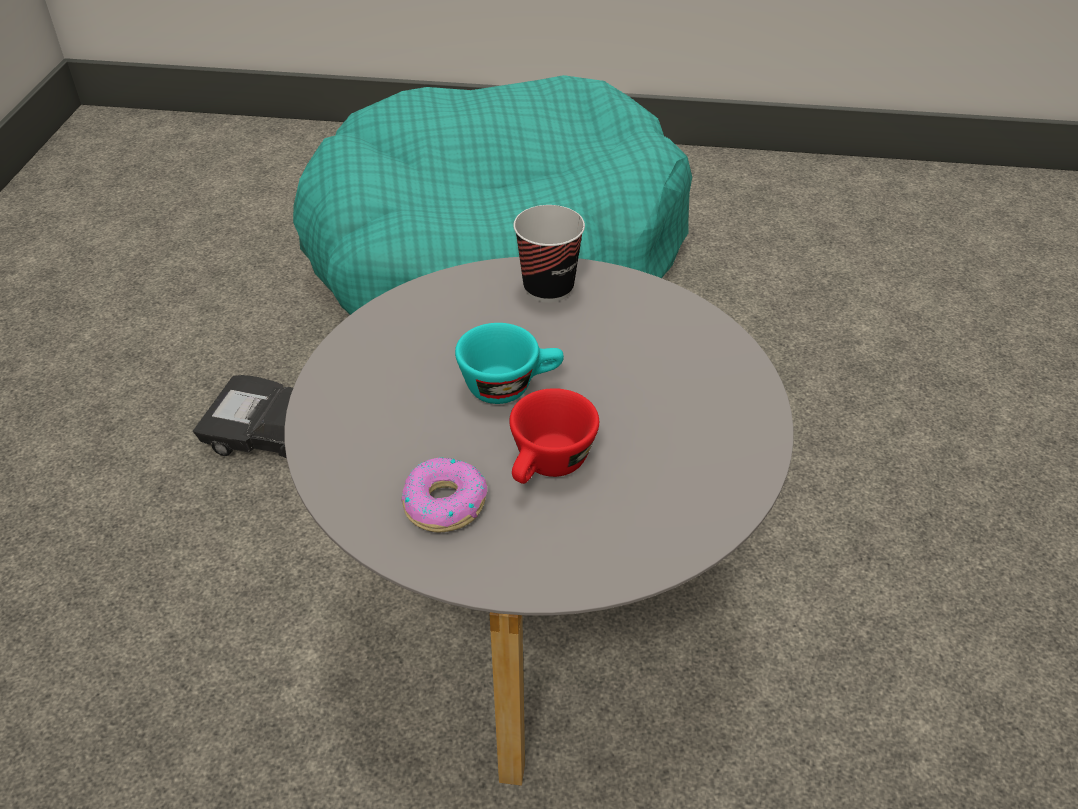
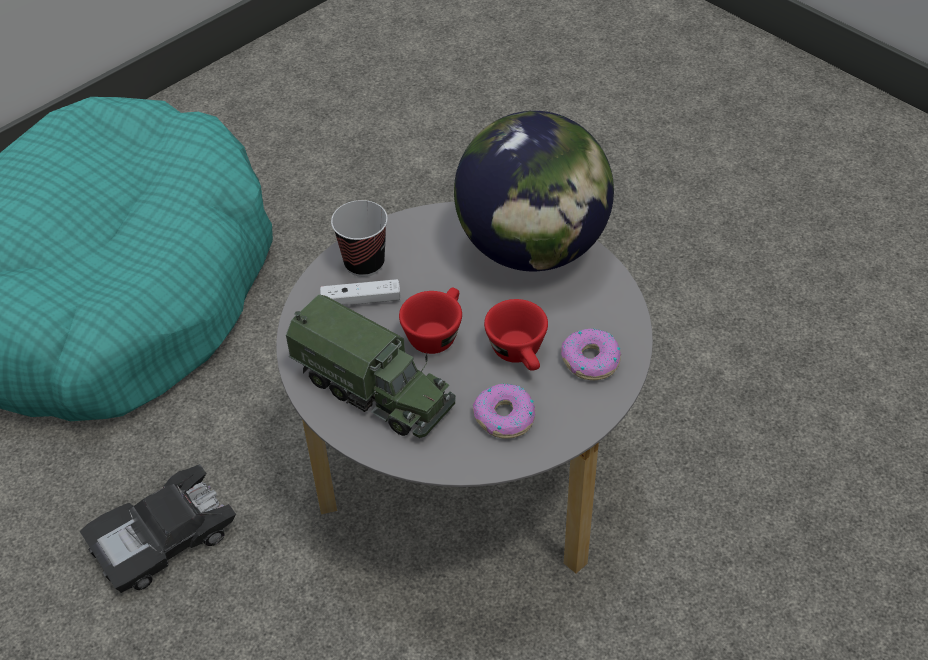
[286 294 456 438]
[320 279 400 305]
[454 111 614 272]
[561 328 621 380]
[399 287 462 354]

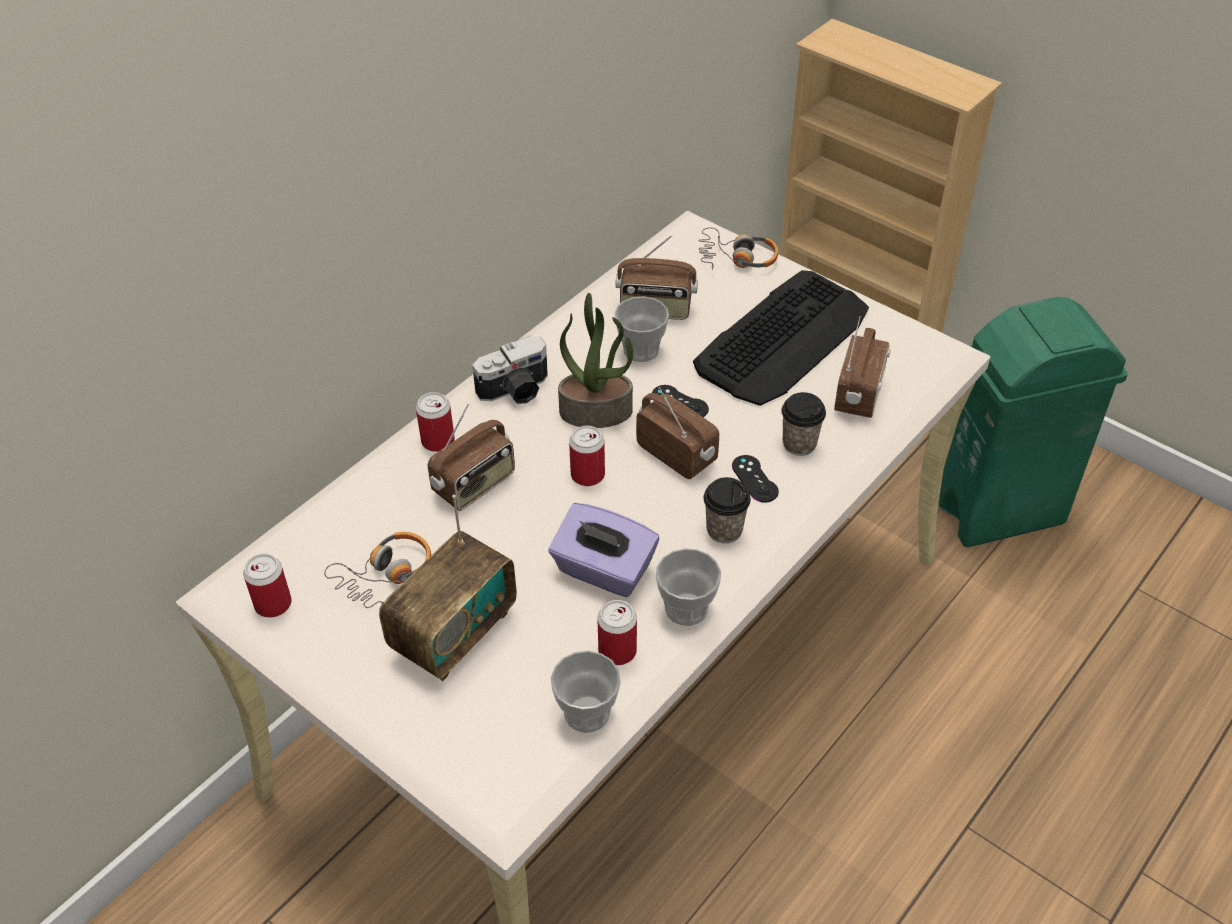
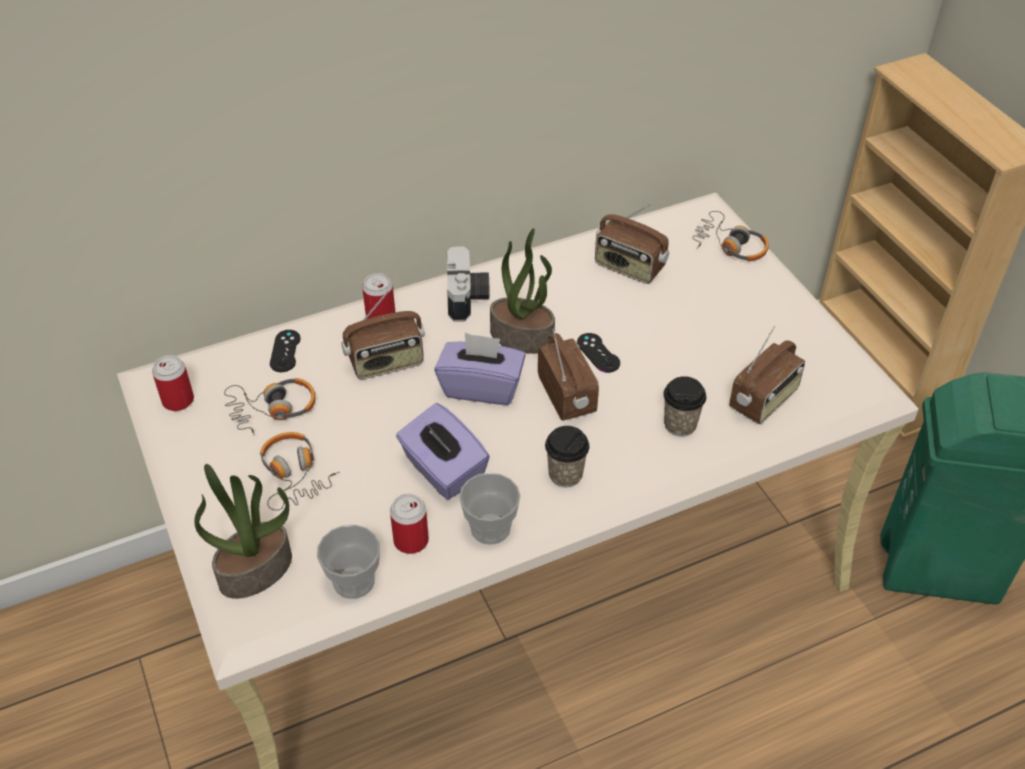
[614 296 669 362] (first image)
[693 270 869 406] (first image)
[194 464 292 599]
[270 330 301 372]
[260 432 340 511]
[434 333 526 405]
[447 246 489 322]

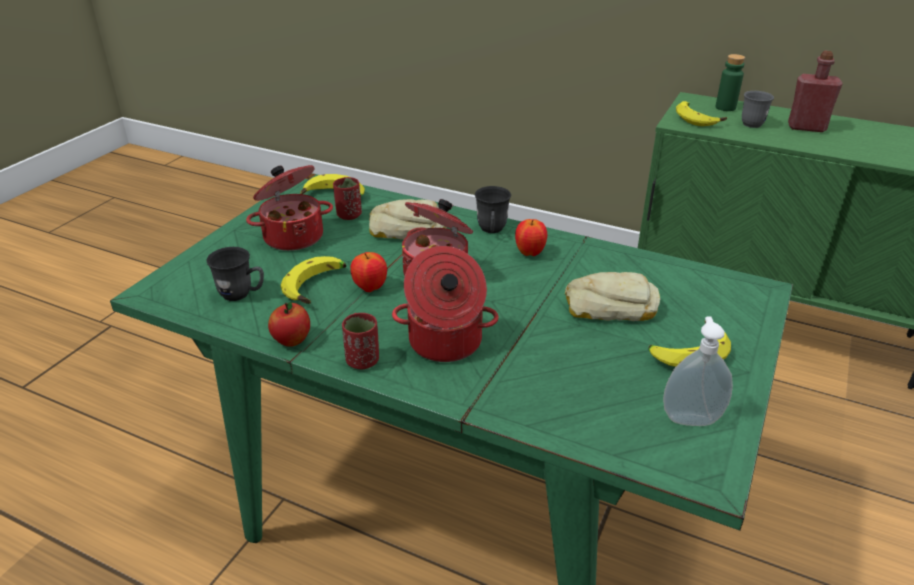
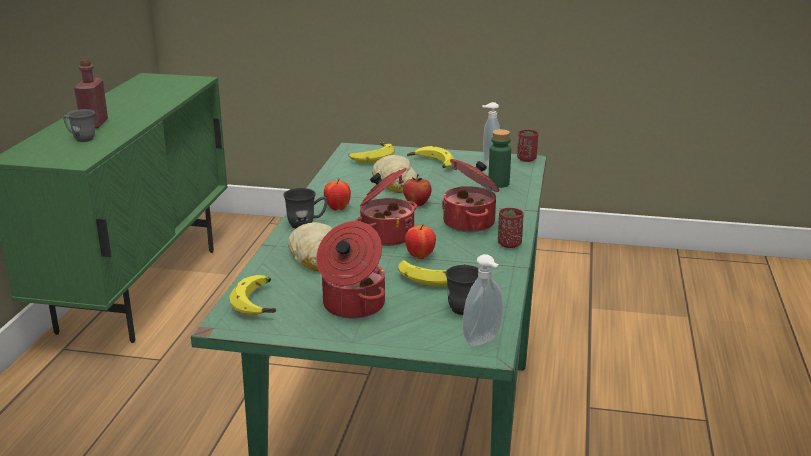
[463 254 503 346]
[403 174 432 206]
[517 129 538 162]
[348 142 395 163]
[489 129 511 188]

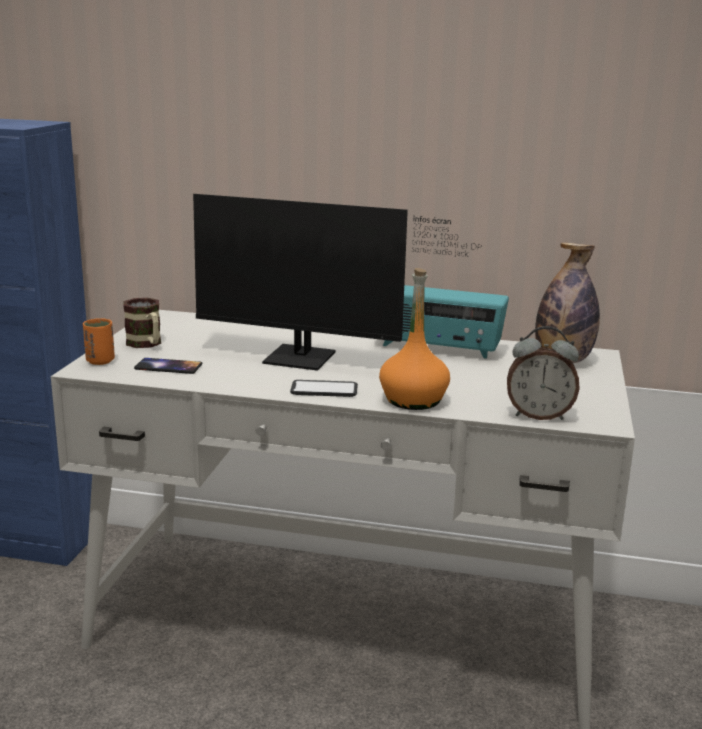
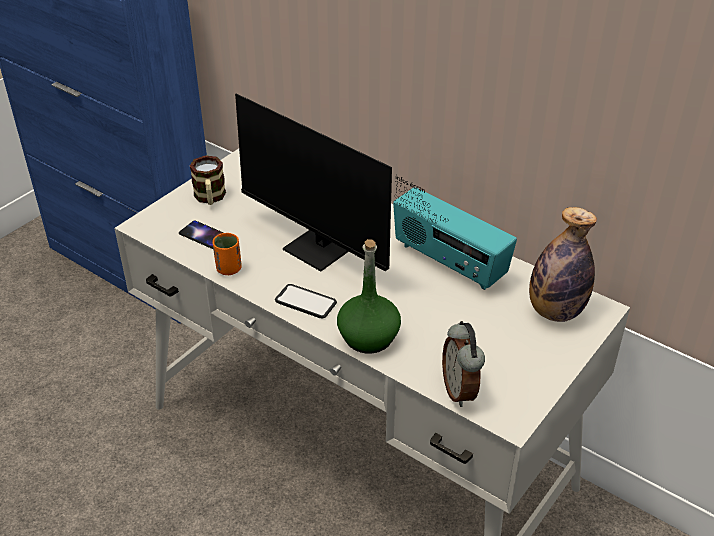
[213 233 242 275]
[337 239 401 353]
[442 321 485 407]

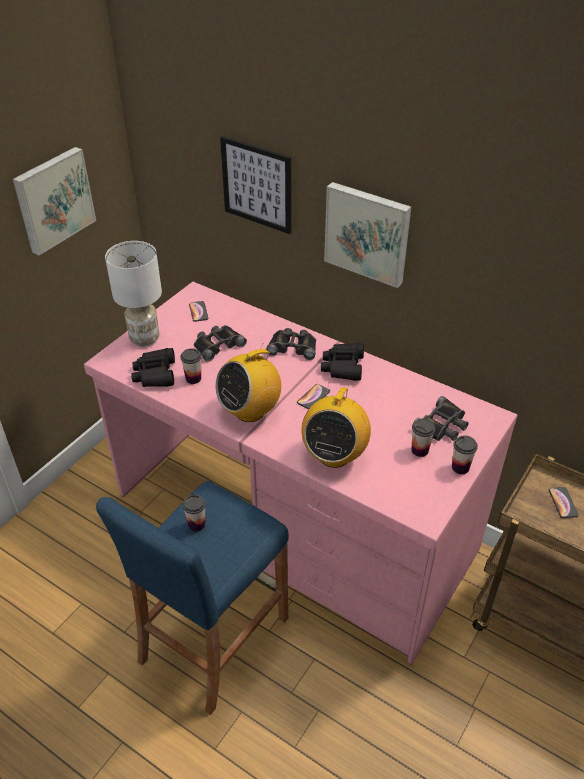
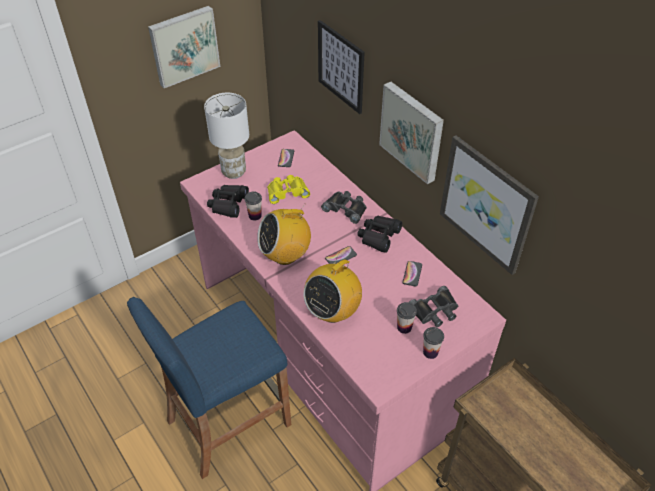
[183 495 206 532] (first image)
[440 135 539 275]
[402 261 422 287]
[267 175 310 204]

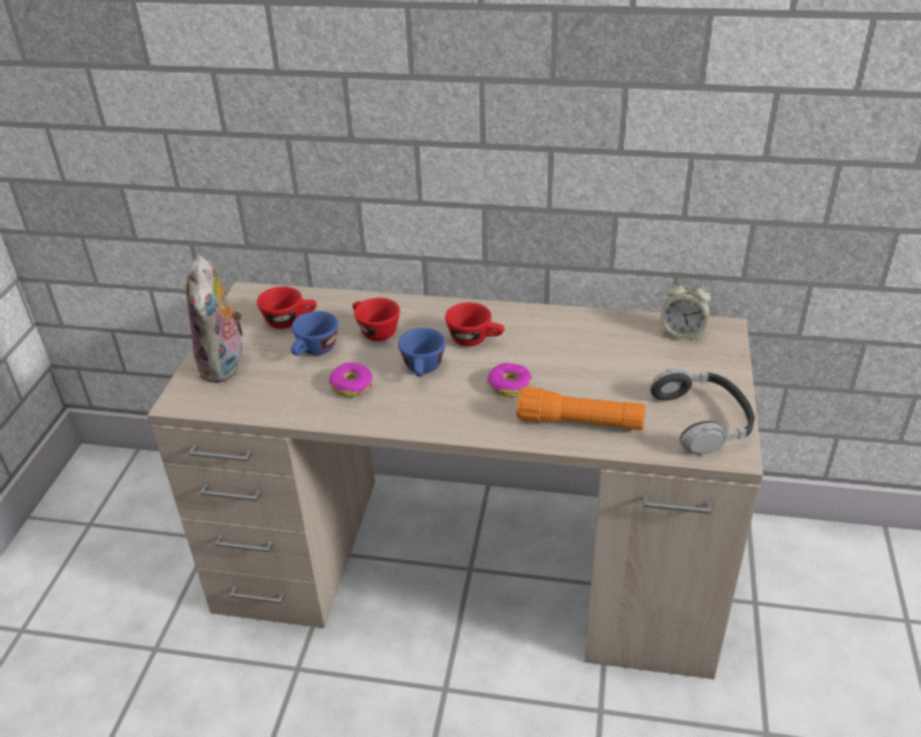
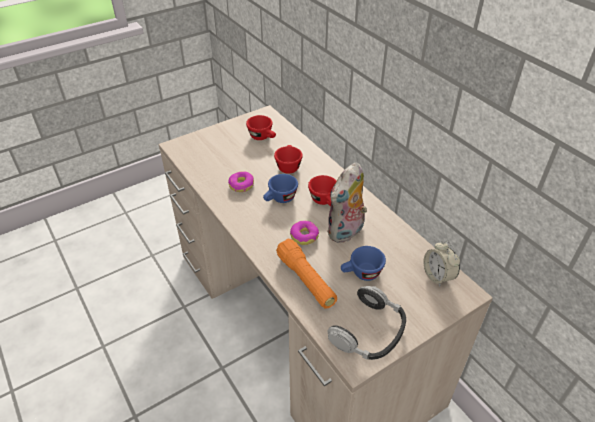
[327 162 367 243]
[341 246 386 281]

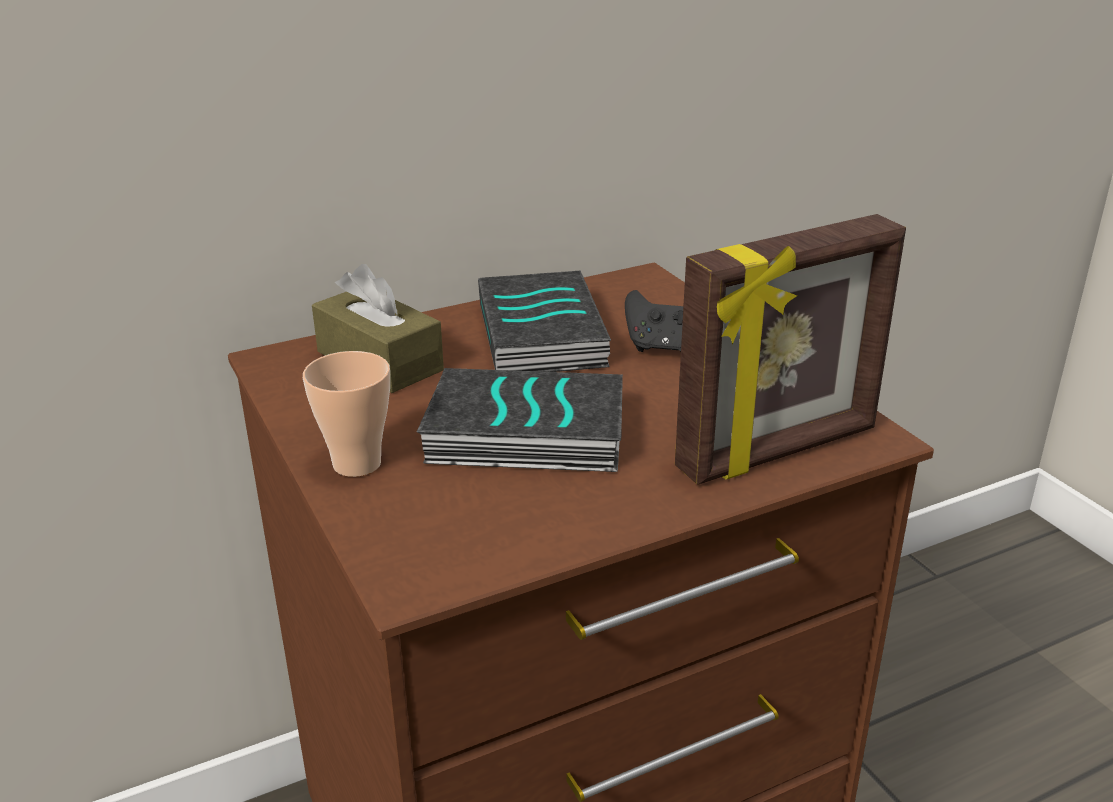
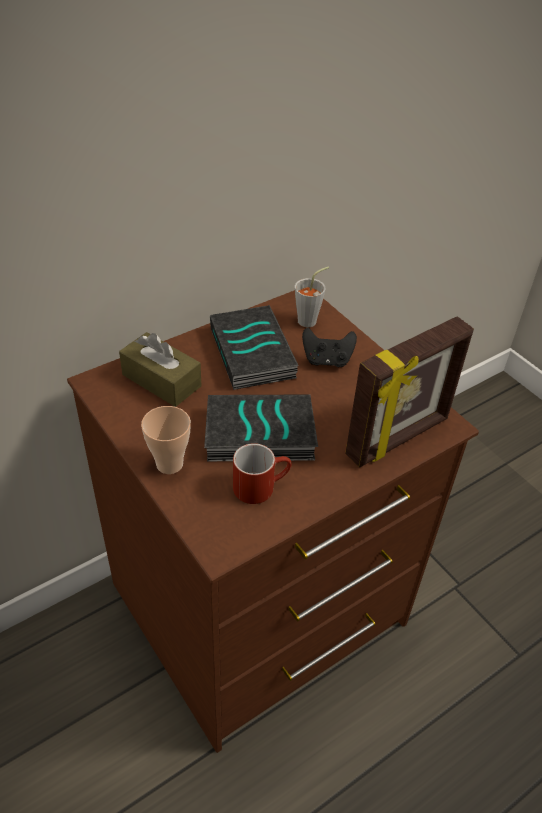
[233 443 292 504]
[295 266 329 327]

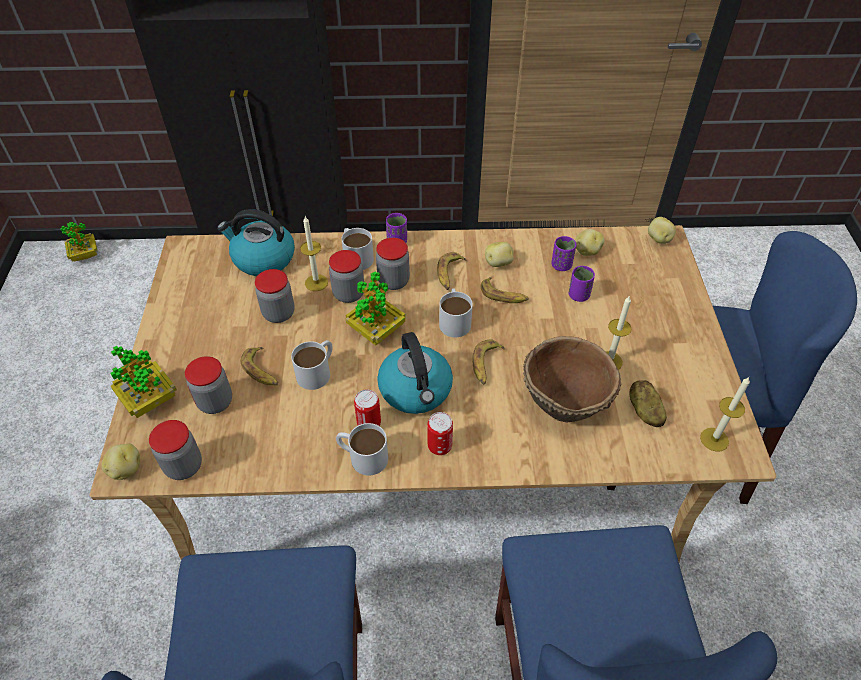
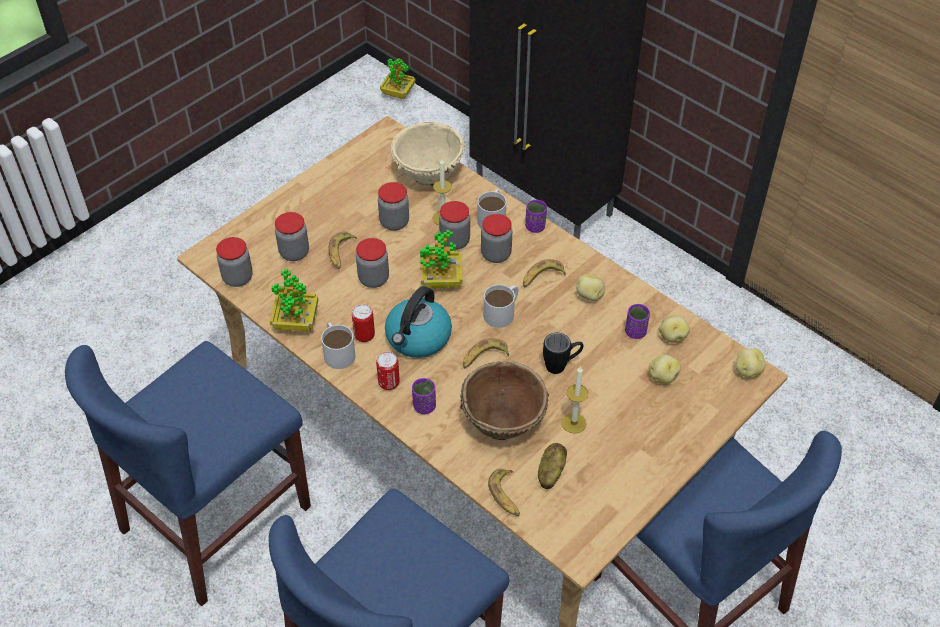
[700 377 750 452] (first image)
[543 333 583 374]
[649 355 681 384]
[270 269 318 332]
[488 469 520 516]
[412 378 436 414]
[391 122 465 186]
[356 238 389 288]

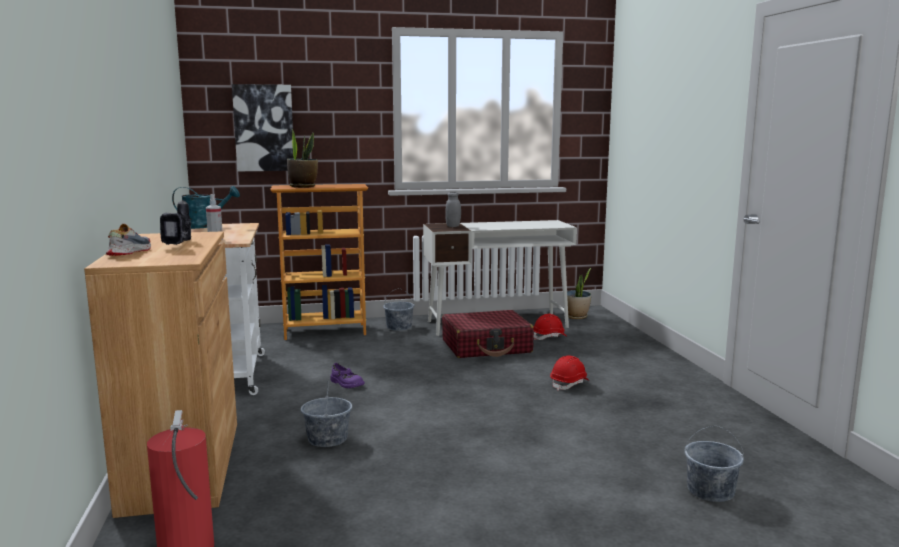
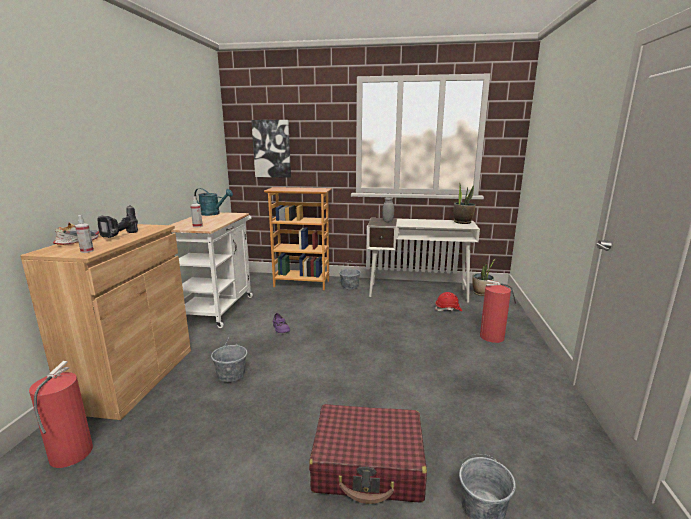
[550 355 589 391] (first image)
[75 215 94 253]
[480 280 516 343]
[453 183 476 224]
[309 404 427 504]

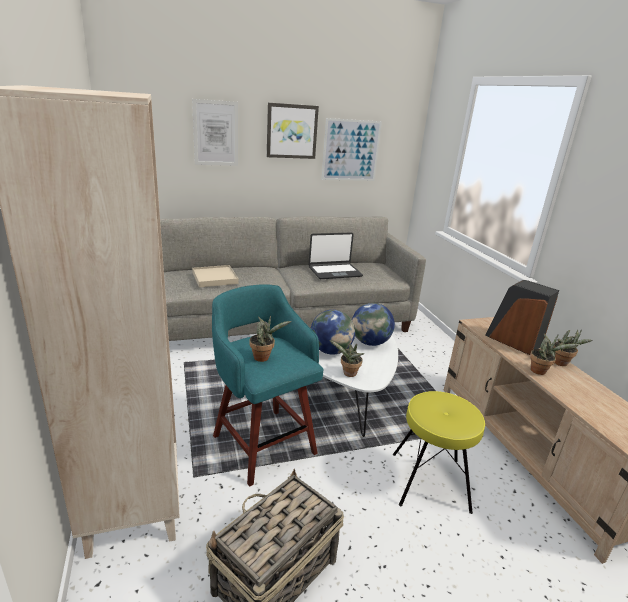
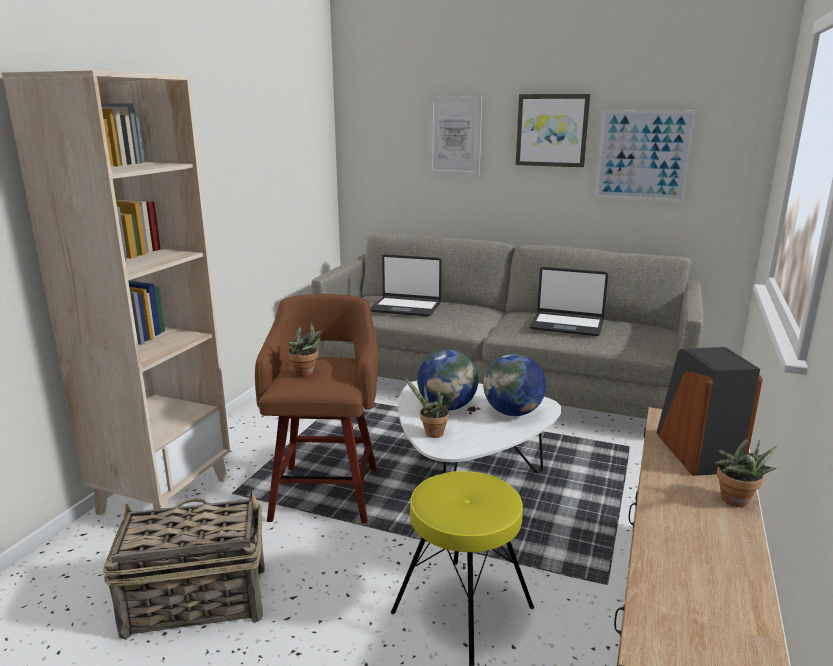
[530 333 580 375] (first image)
[370 255 442 317]
[255 294 378 523]

